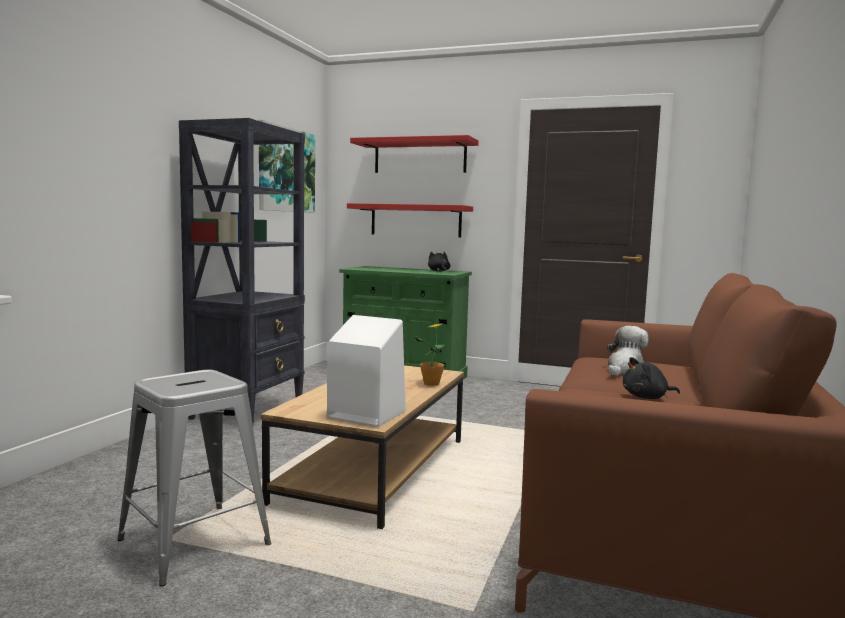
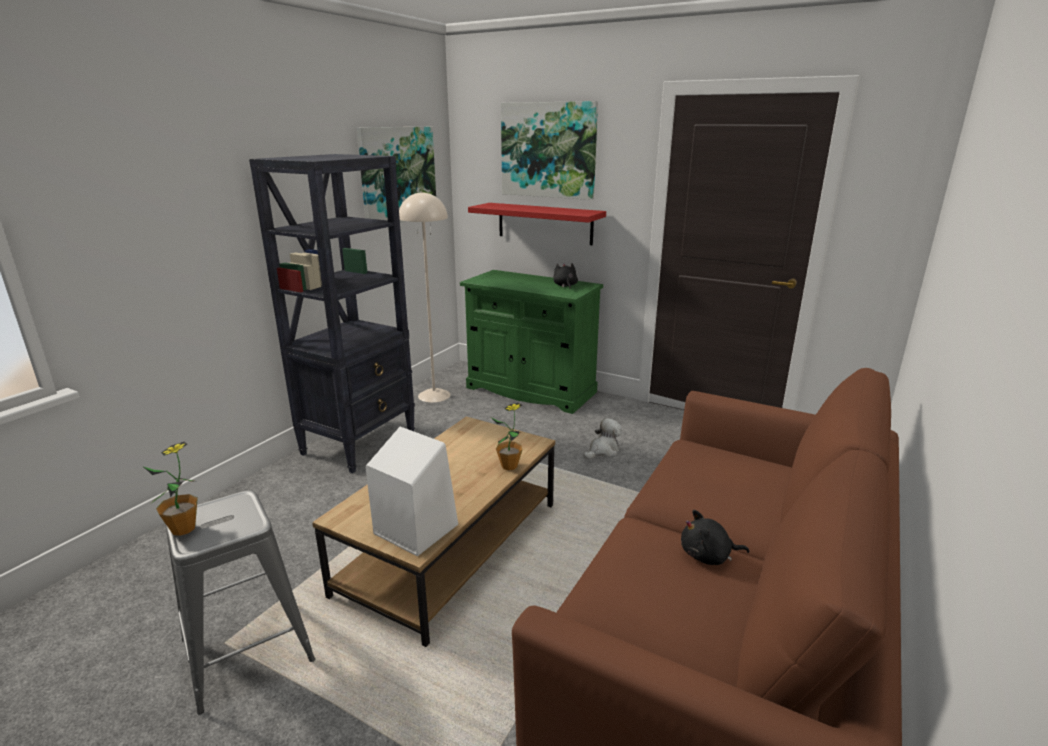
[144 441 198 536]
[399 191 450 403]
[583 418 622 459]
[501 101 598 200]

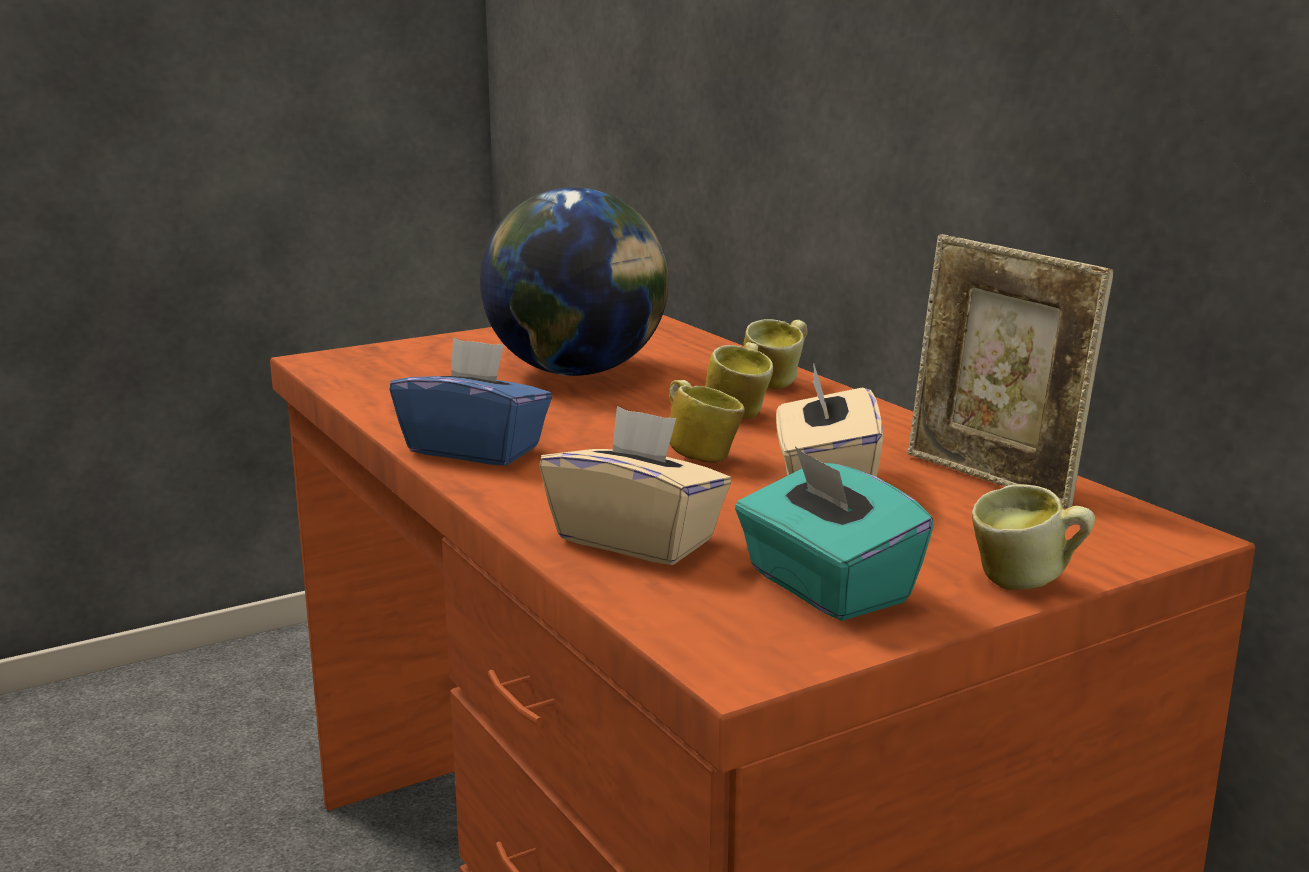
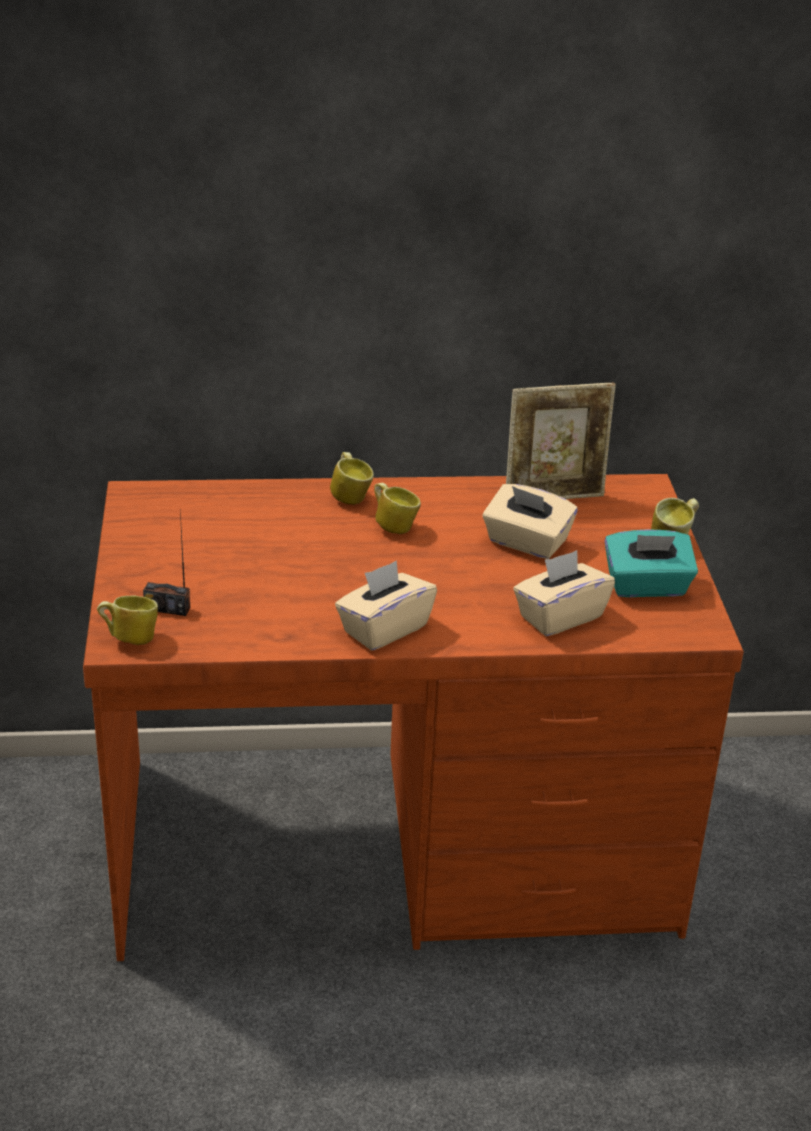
[480 187 669 376] (first image)
[143 511 190 616]
[97 596 158 645]
[335 560 437 651]

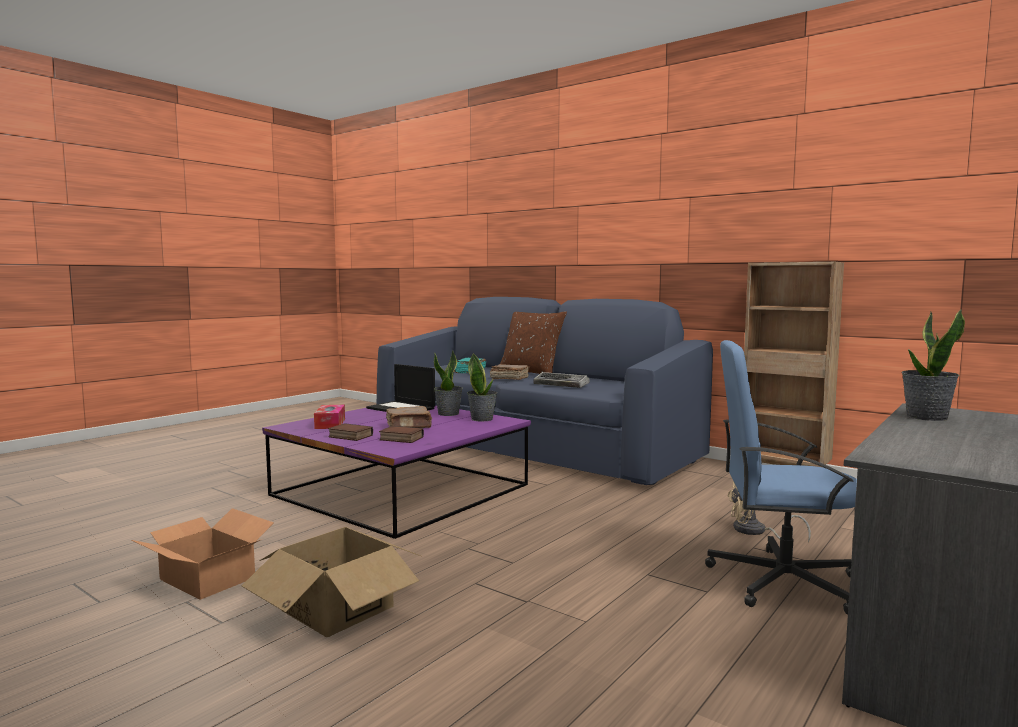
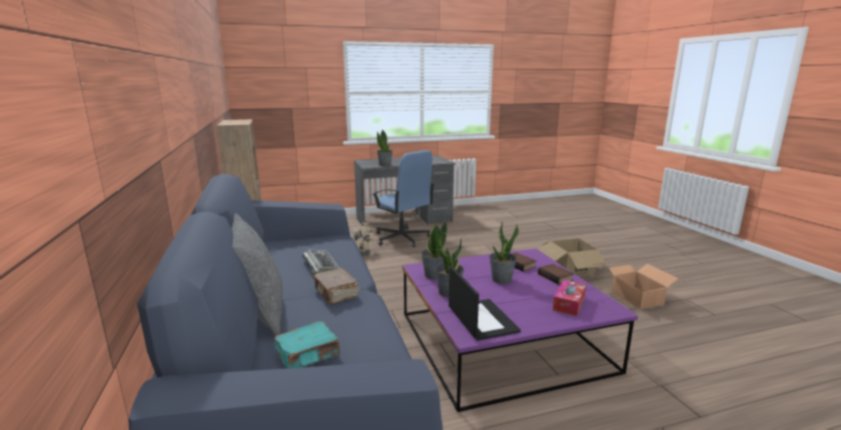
[489 222 519 284]
[232 214 283 336]

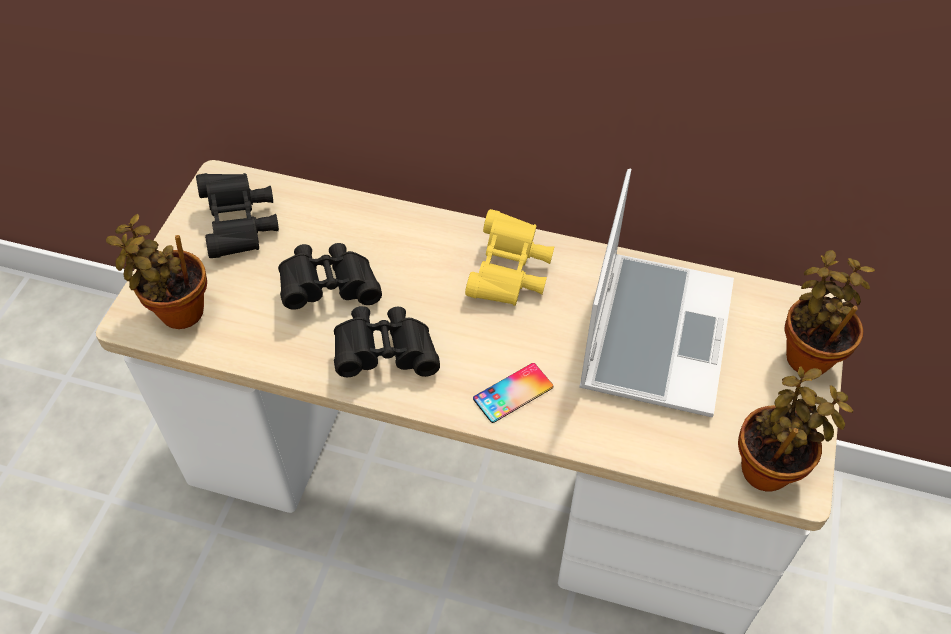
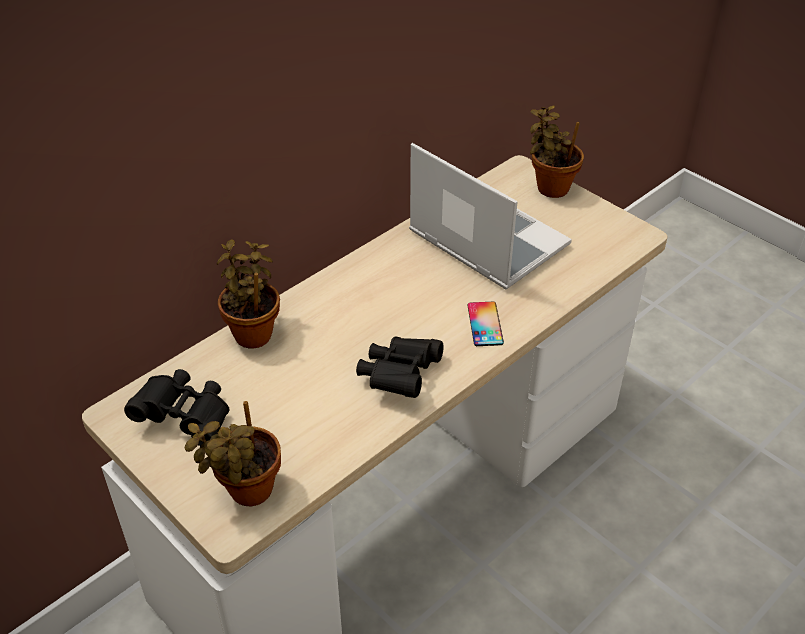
[278 243 382 310] (first image)
[465 209 554 306] (first image)
[217 239 280 348]

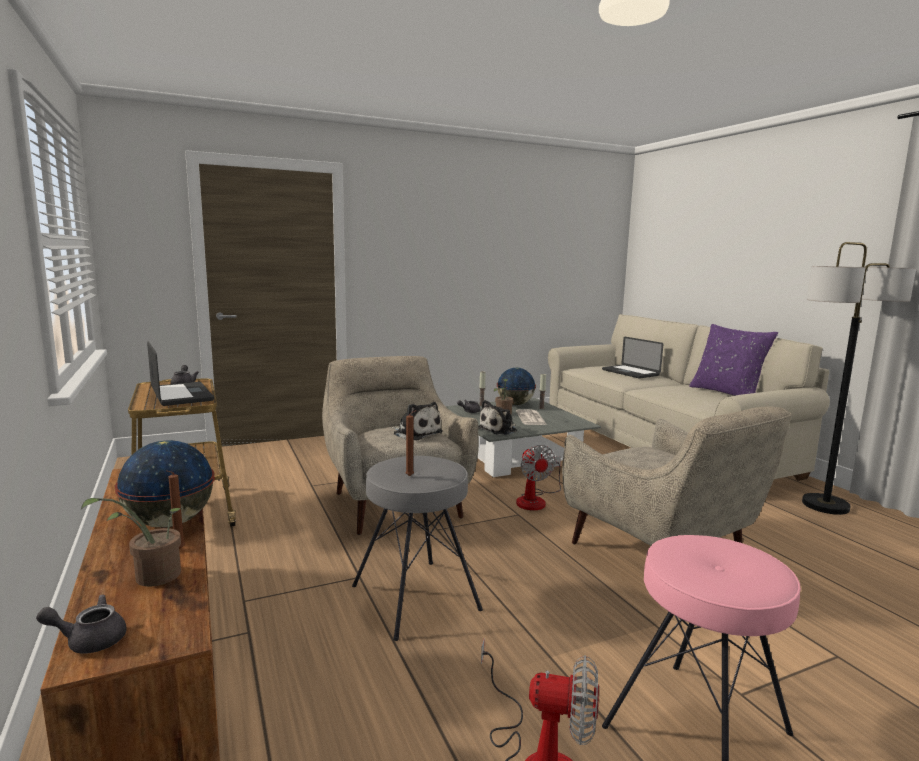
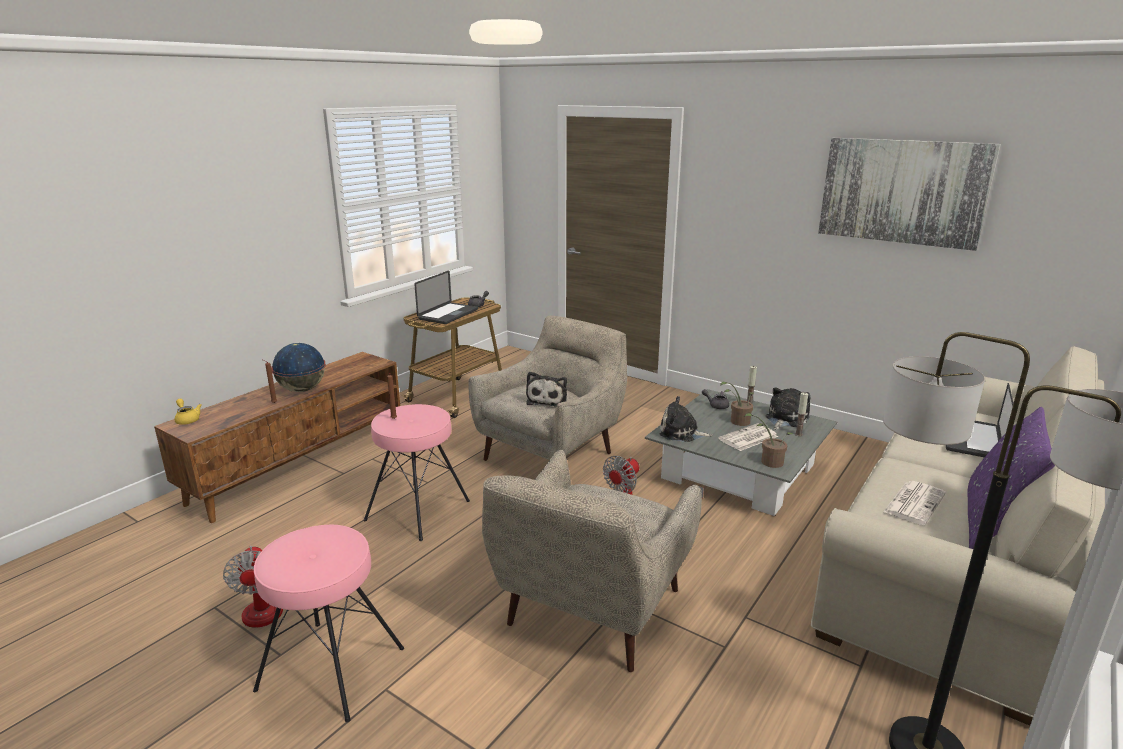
[818 138 1001 251]
[883 481 946 525]
[744 413 793 468]
[766 388 811 430]
[174 399 202 425]
[363 404 470 541]

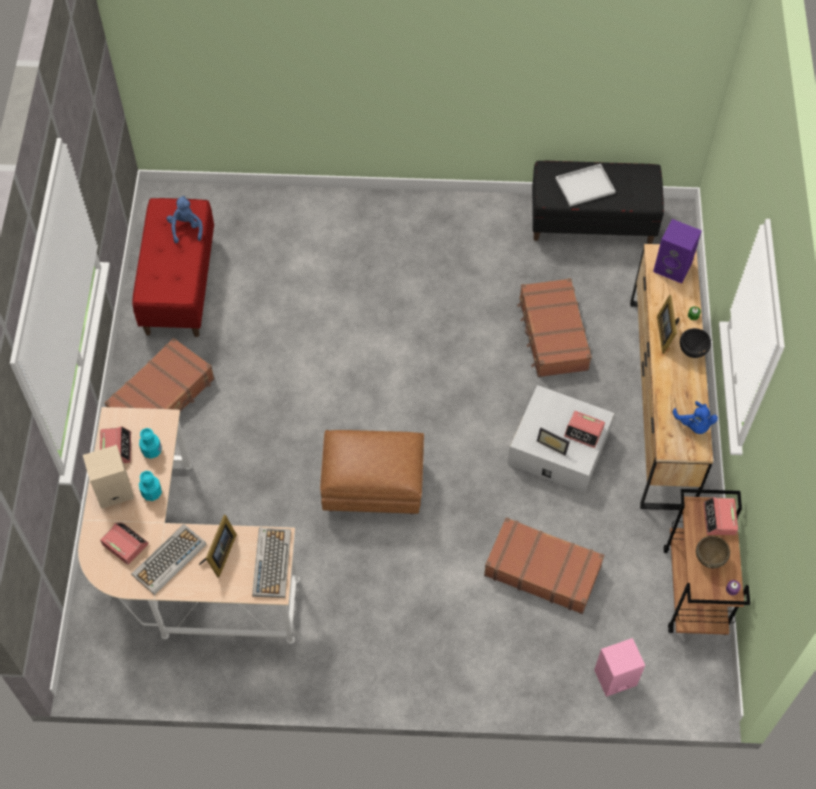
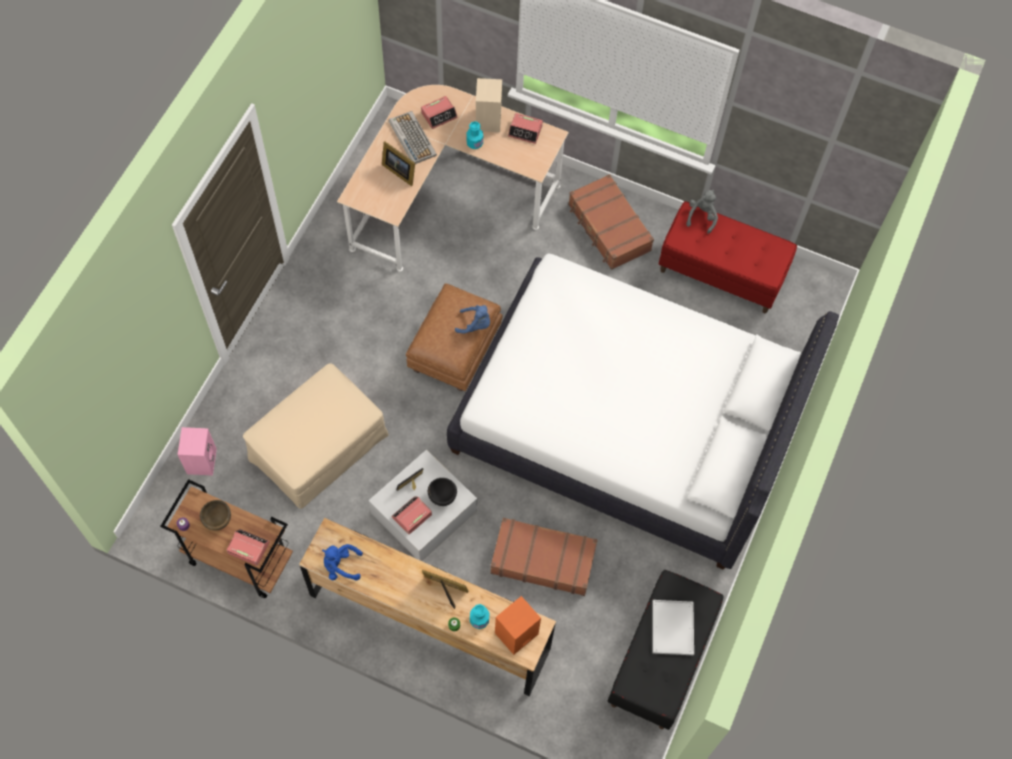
[252 527 291 598] (first image)
[447 253 839 569]
[686 190 718 234]
[470 604 489 629]
[455 305 490 333]
[428 478 457 506]
[243 363 389 509]
[495 596 541 655]

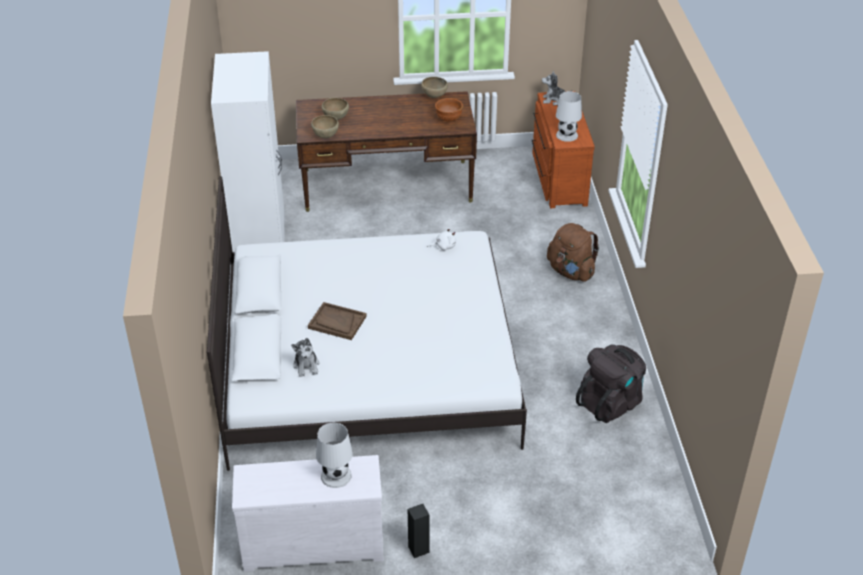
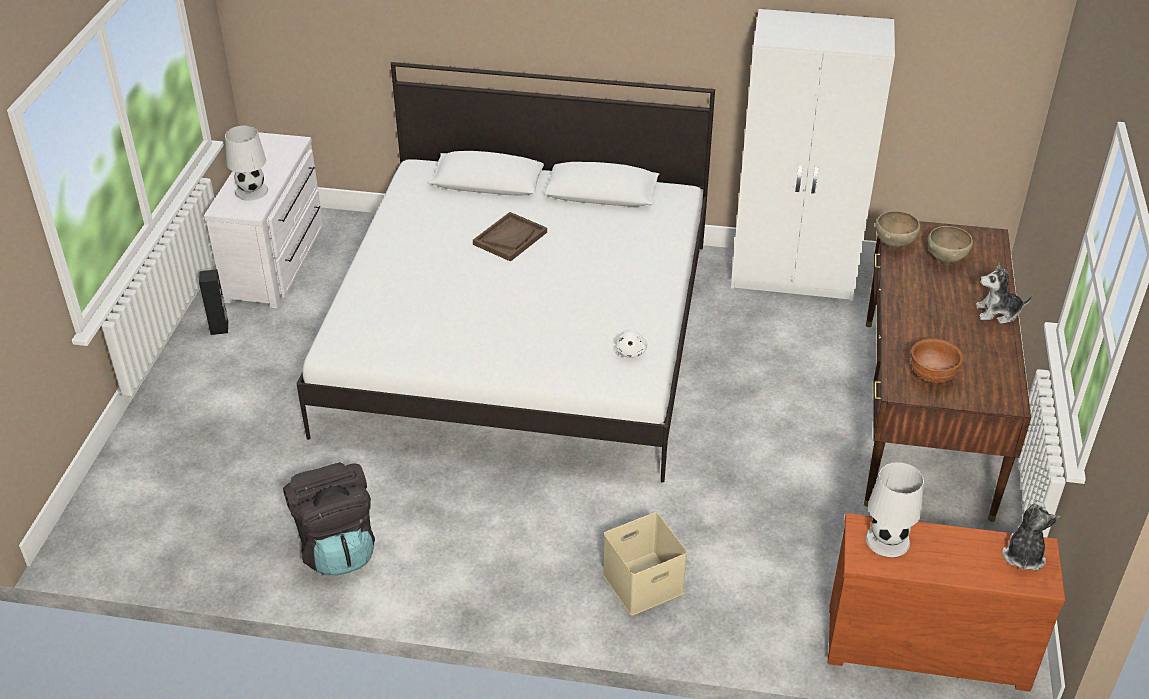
[421 77 448 98] (first image)
[976 263 1032 324]
[603 512 687 615]

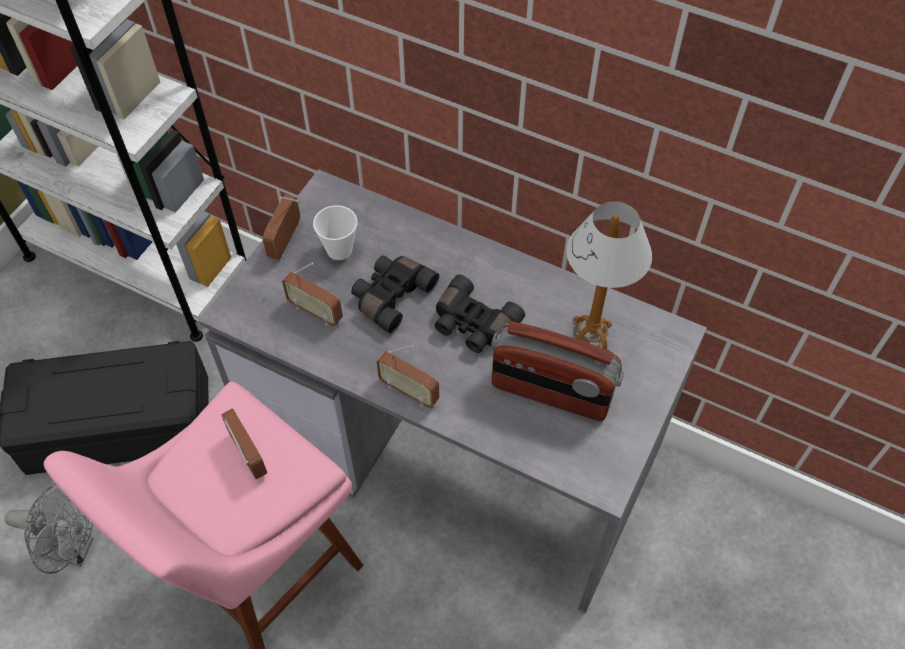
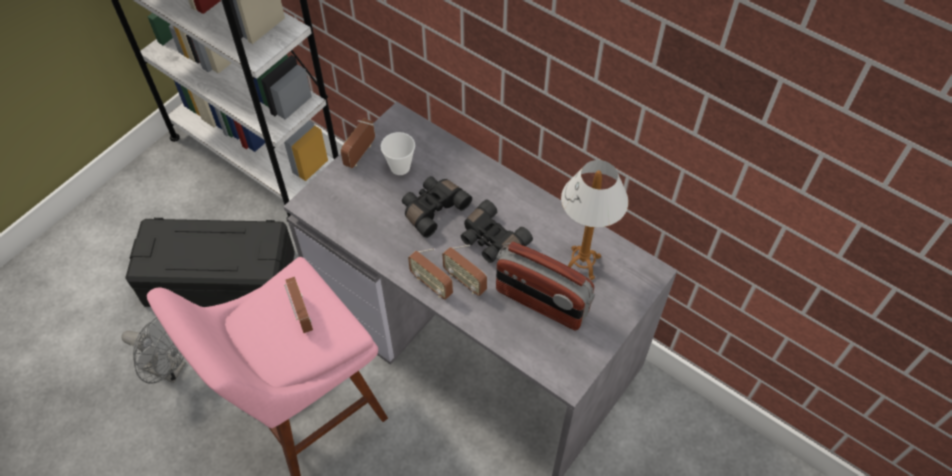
[442 245 487 296]

